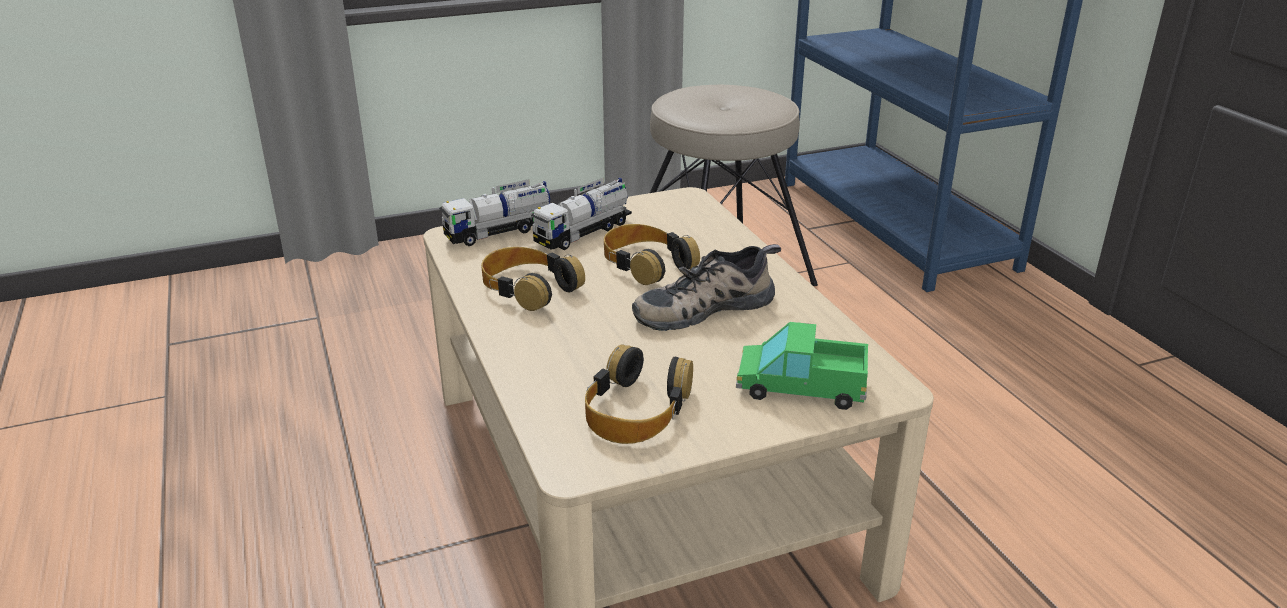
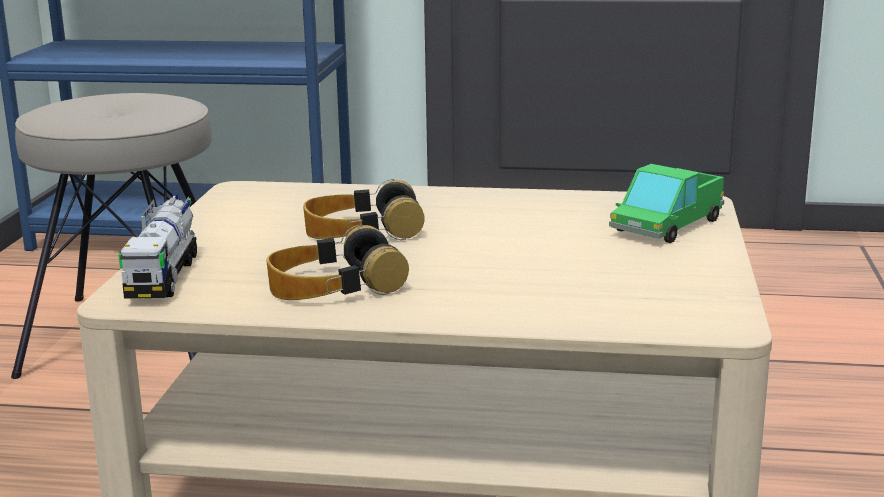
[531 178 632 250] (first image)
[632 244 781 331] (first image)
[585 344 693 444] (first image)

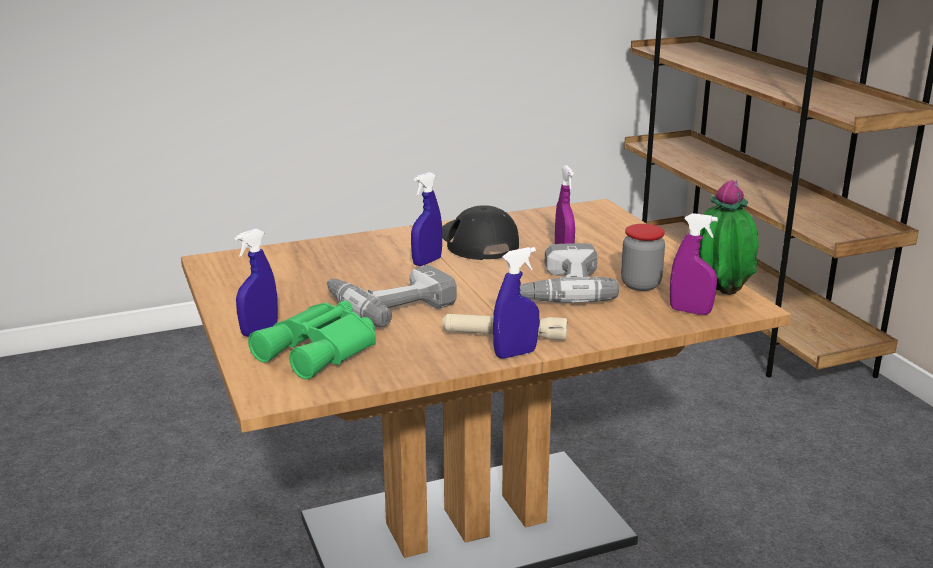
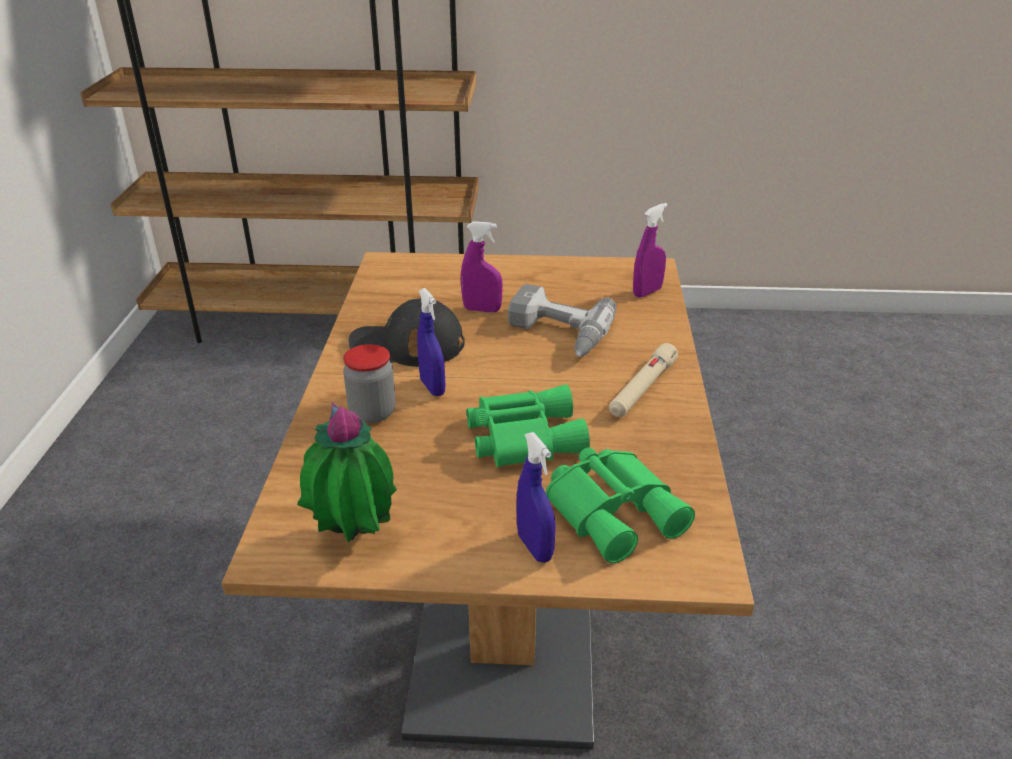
[297 402 397 543]
[343 344 396 423]
[493 247 539 358] (first image)
[467 385 590 468]

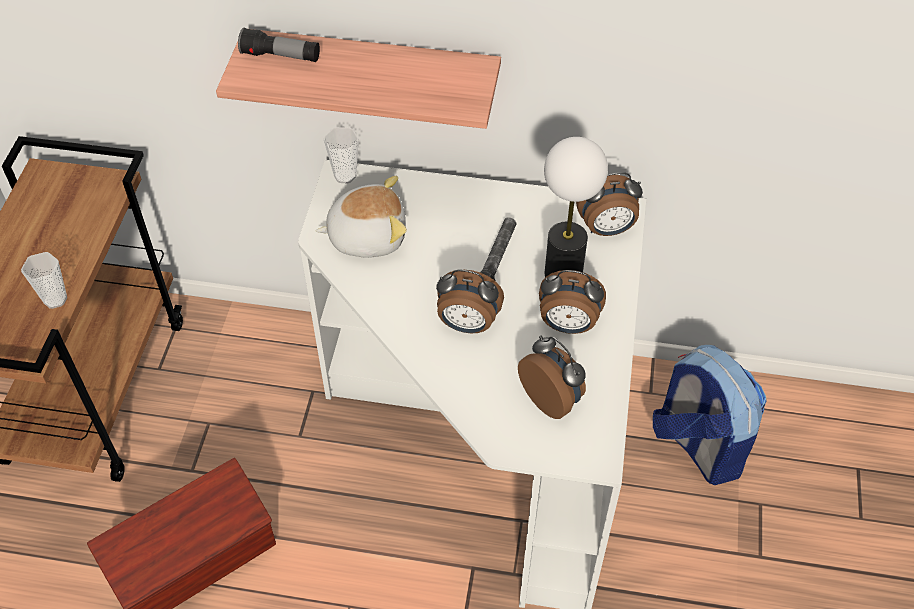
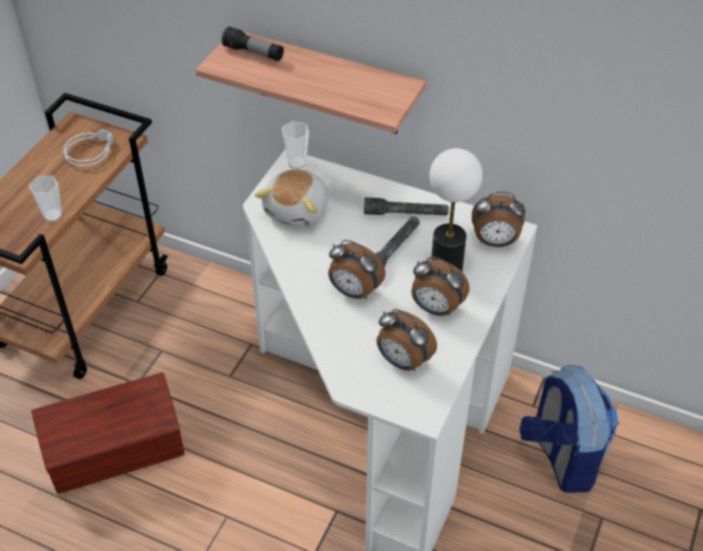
[255 169 328 227]
[376 309 437 371]
[64 129 113 167]
[364 197 449 215]

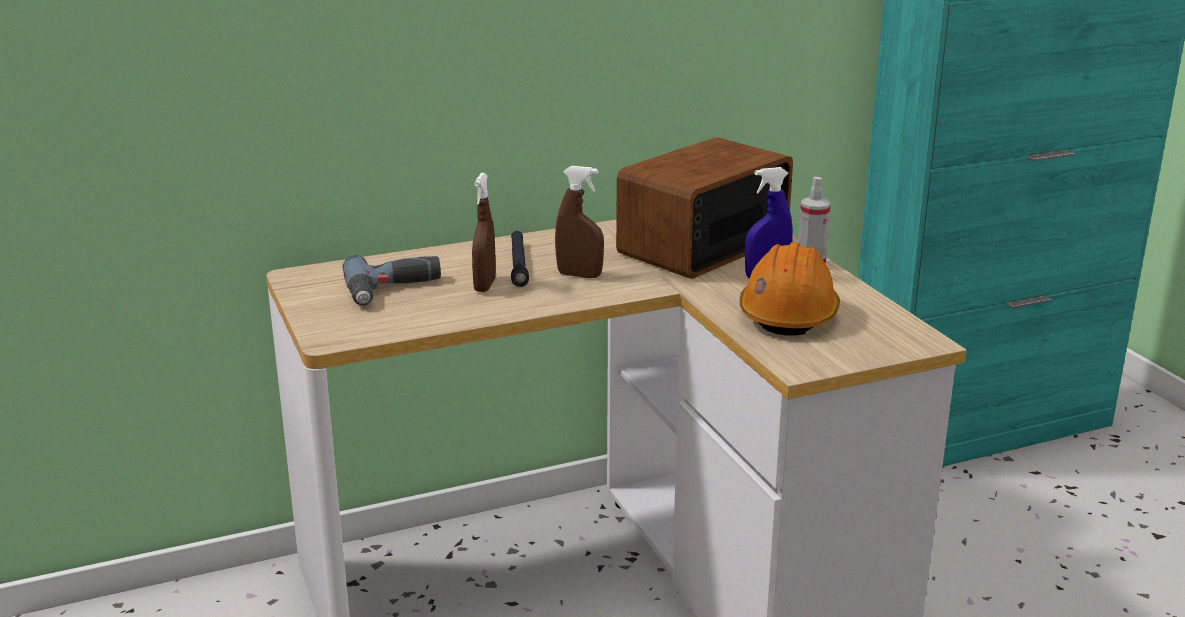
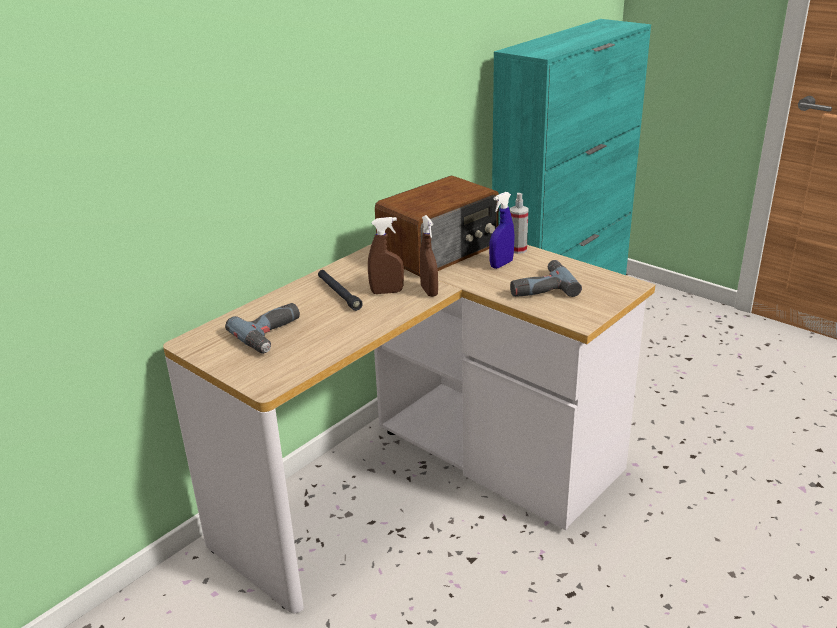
[375 176 499 276]
[420 215 438 297]
[510 260 582 297]

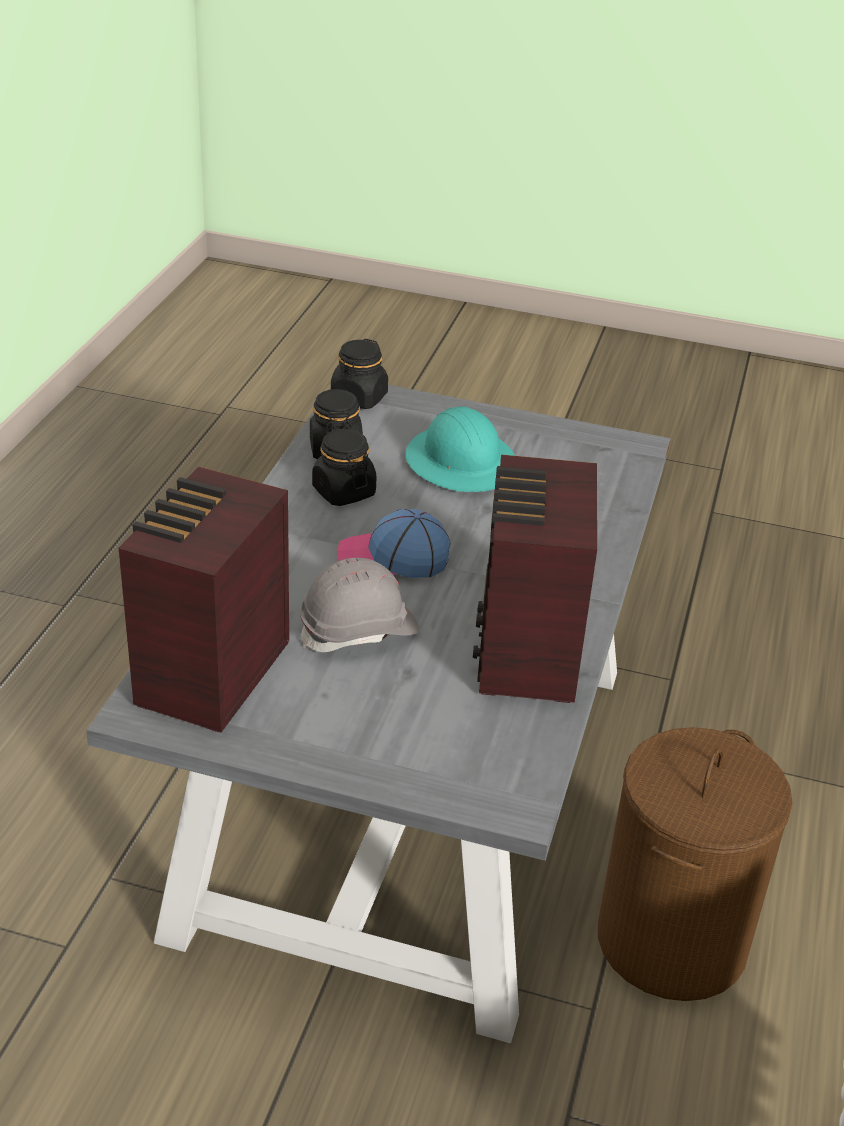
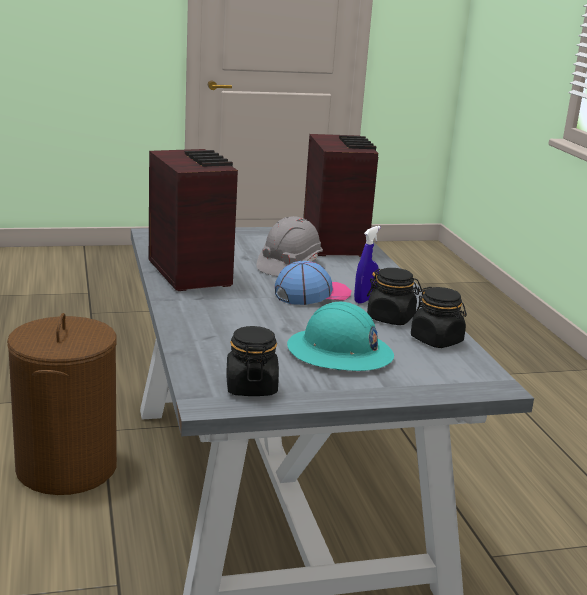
[226 326 279 396]
[354 226 380 304]

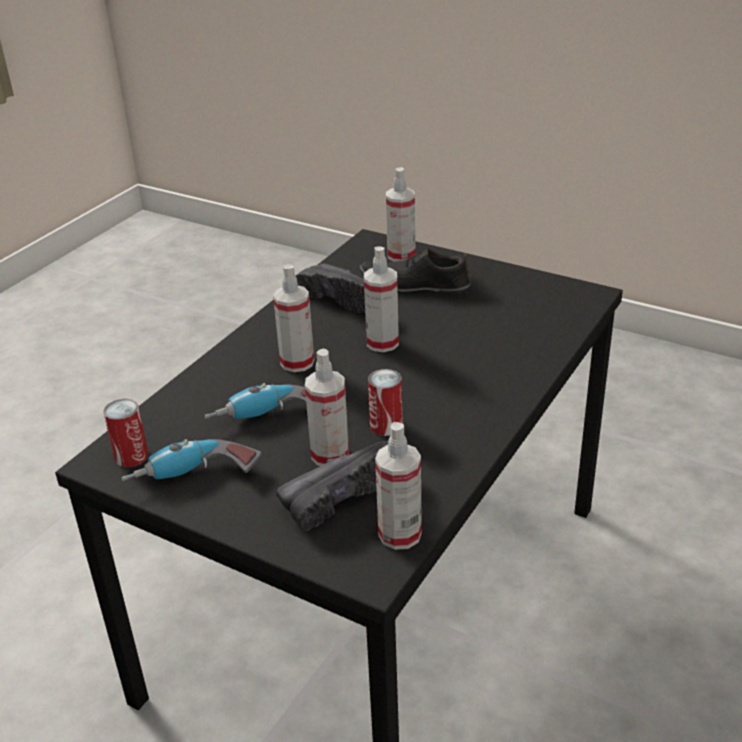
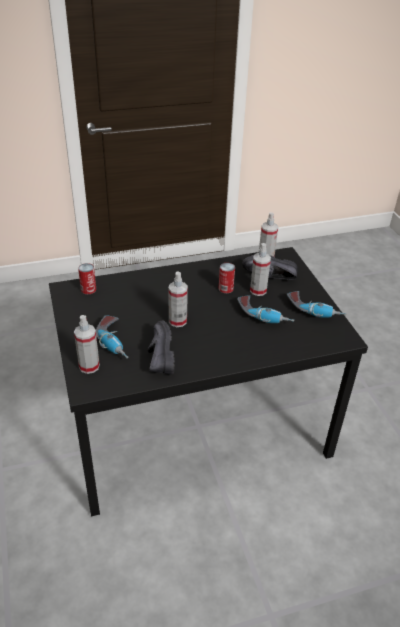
[96 315 128 358]
[273 264 314 372] (first image)
[78 263 96 294]

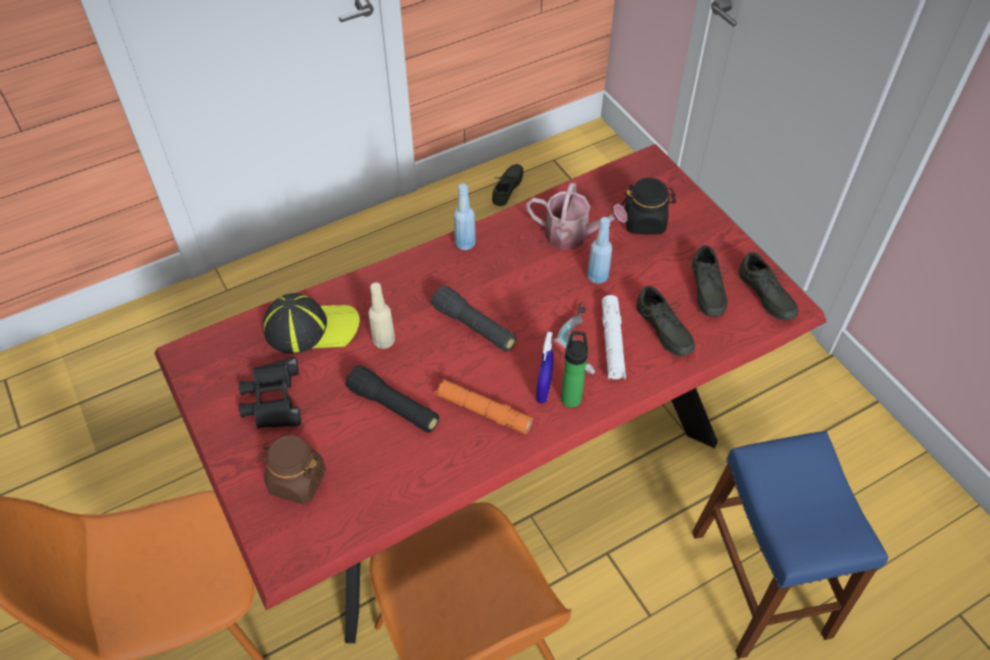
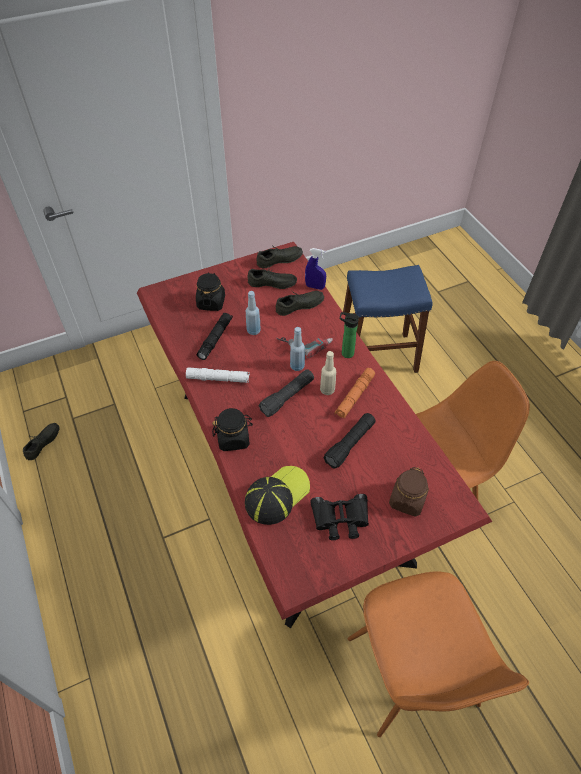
[23 423 59 460]
[197 312 233 360]
[290 327 305 371]
[320 351 336 395]
[245 466 310 525]
[186 367 250 383]
[305 248 326 290]
[212 408 253 451]

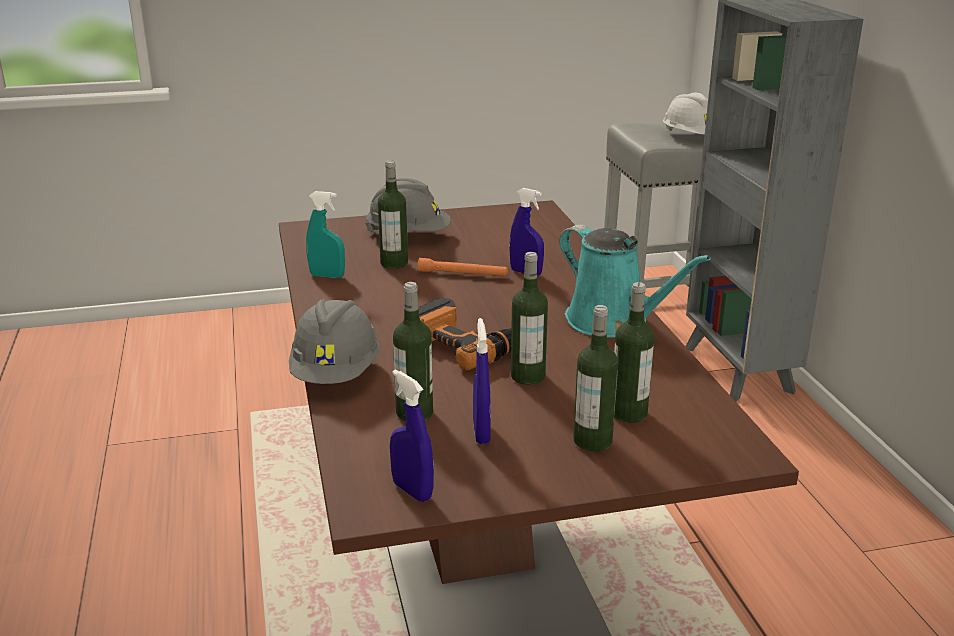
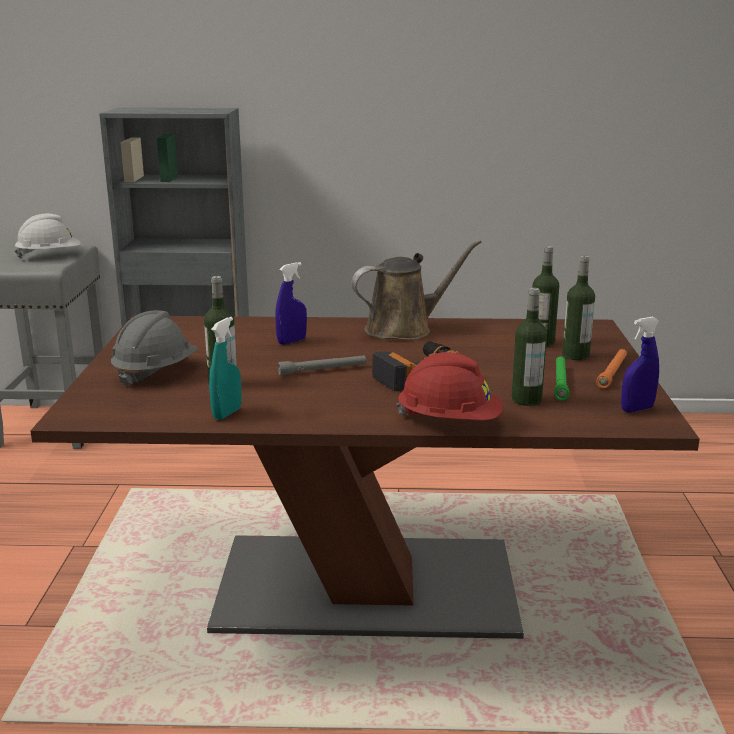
[351 240 481 340]
[511 252 548 385] (first image)
[596 349 627 389]
[396 352 503 421]
[554 357 569 401]
[278 355 367 375]

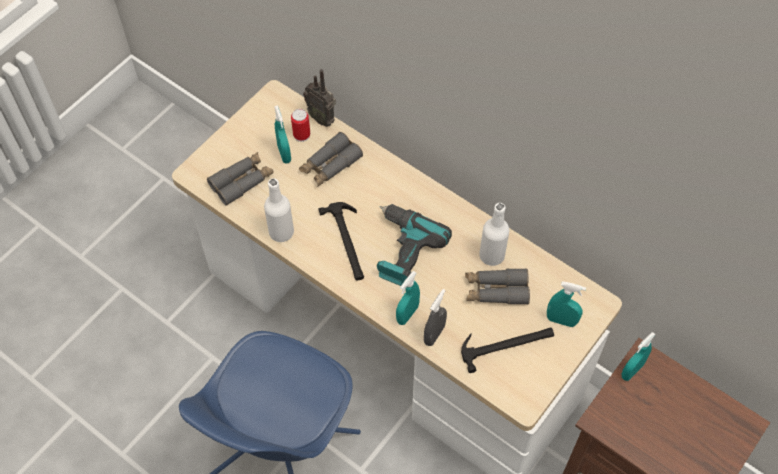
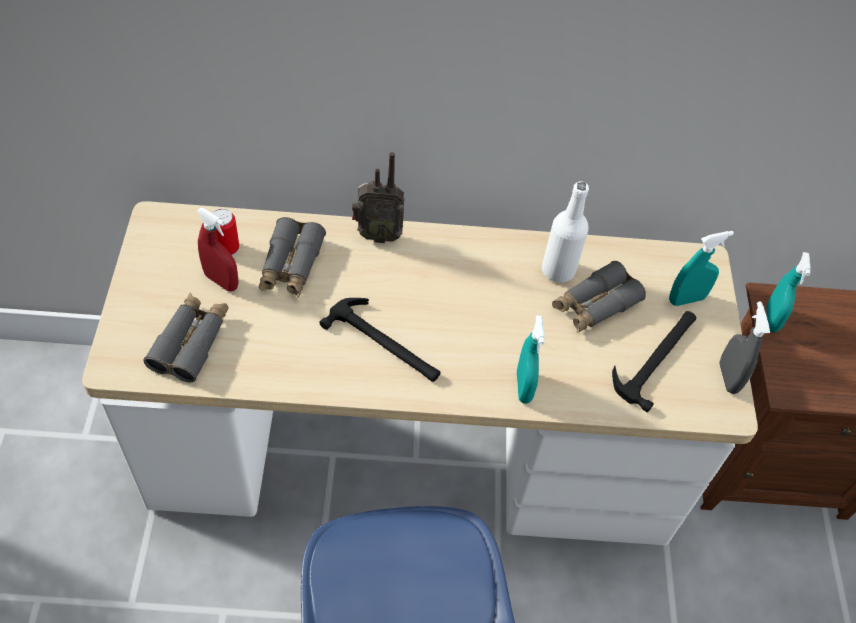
[352 152 405 243]
[197 208 238 291]
[264 178 294 242] (first image)
[377 204 452 286] (first image)
[719 301 770 394]

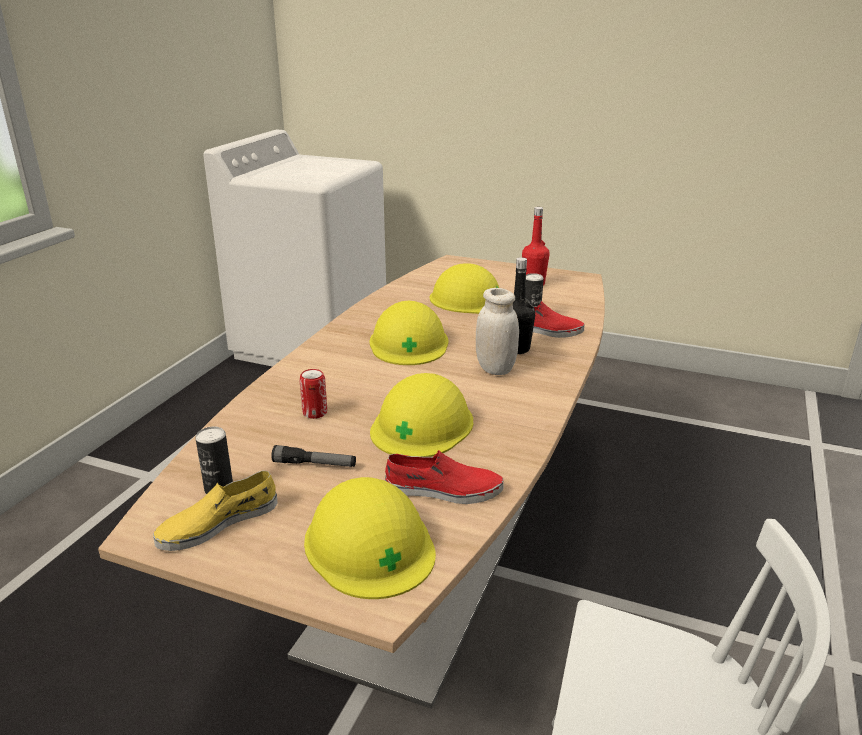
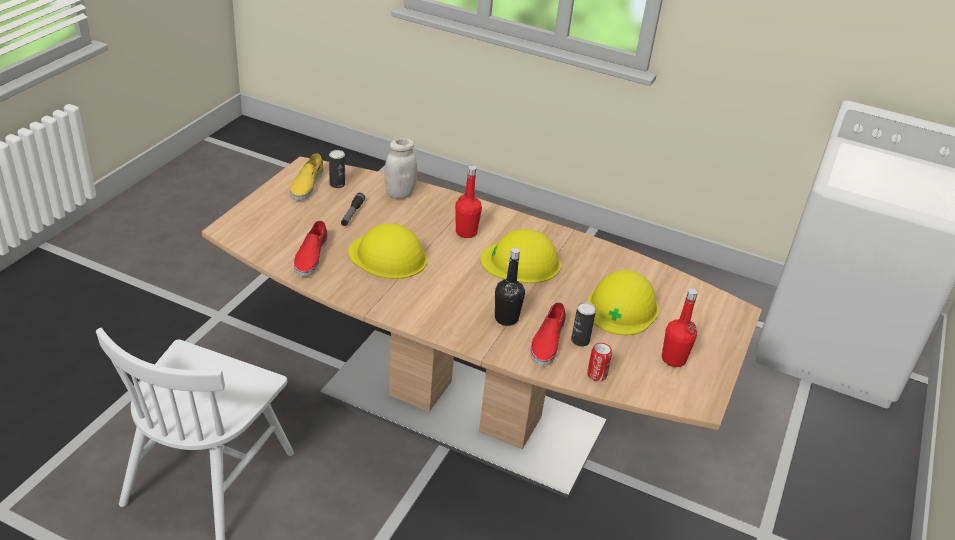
[385 138 417 199]
[587 343 612 381]
[290 153 323 201]
[304 477 436 599] (first image)
[455 166 482 238]

